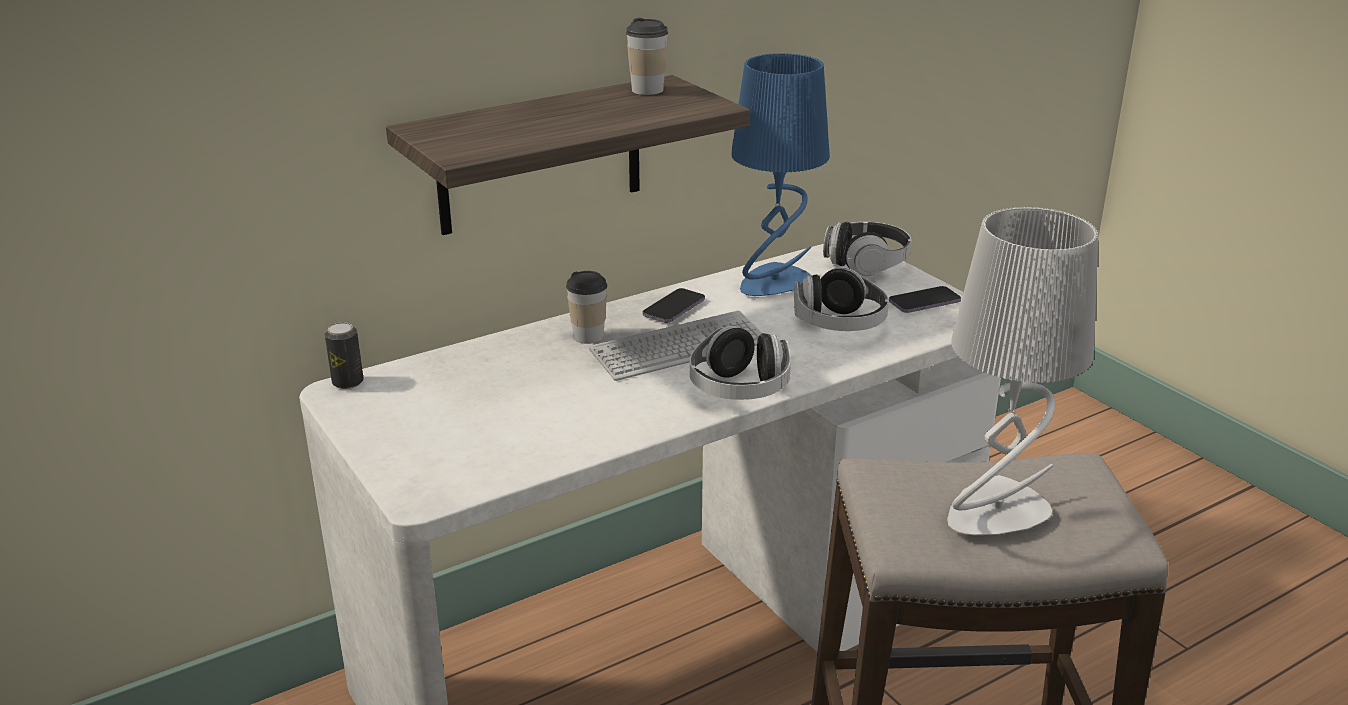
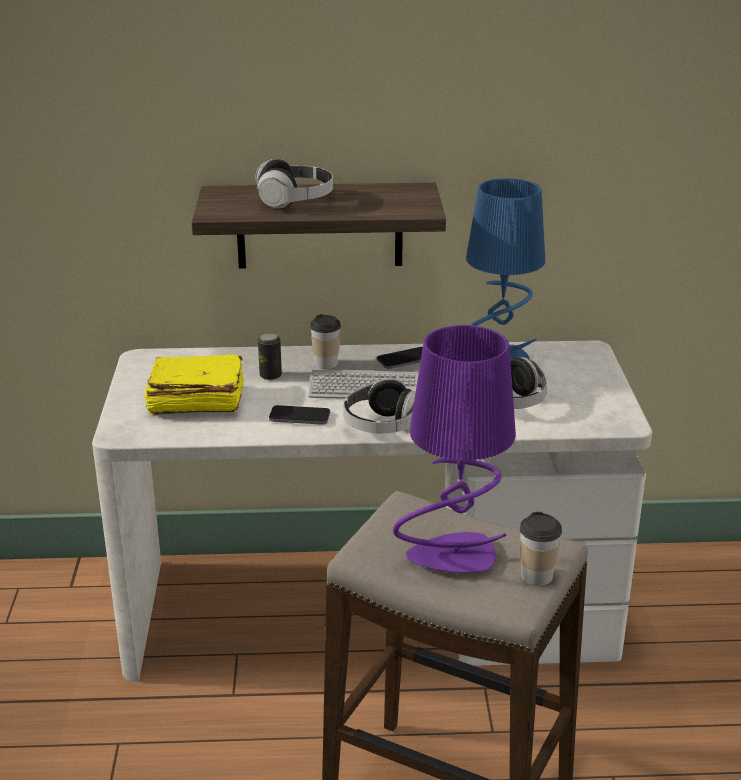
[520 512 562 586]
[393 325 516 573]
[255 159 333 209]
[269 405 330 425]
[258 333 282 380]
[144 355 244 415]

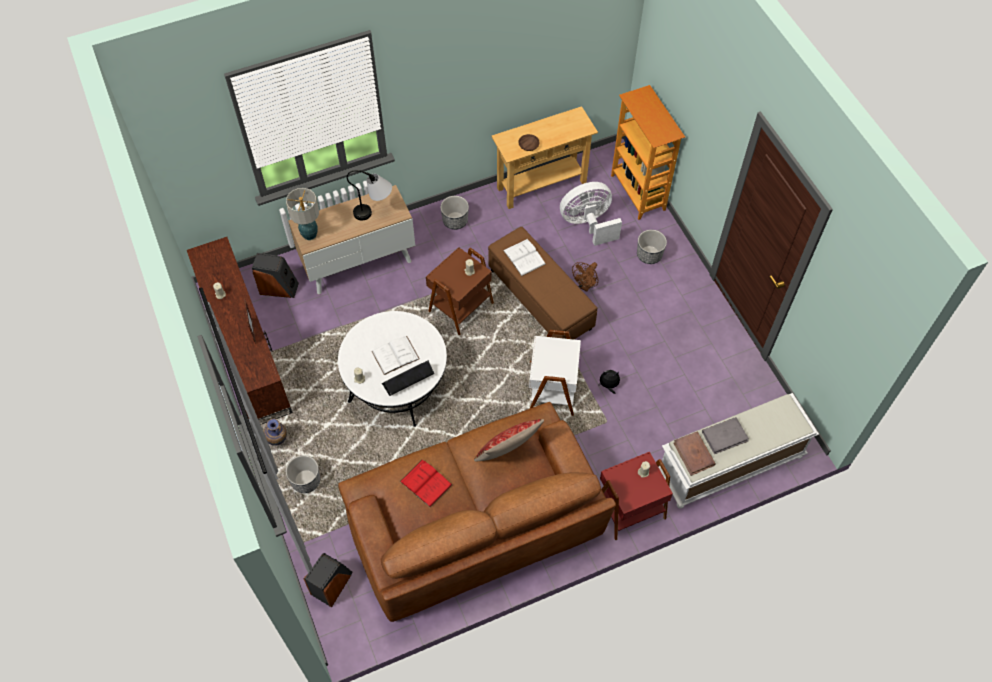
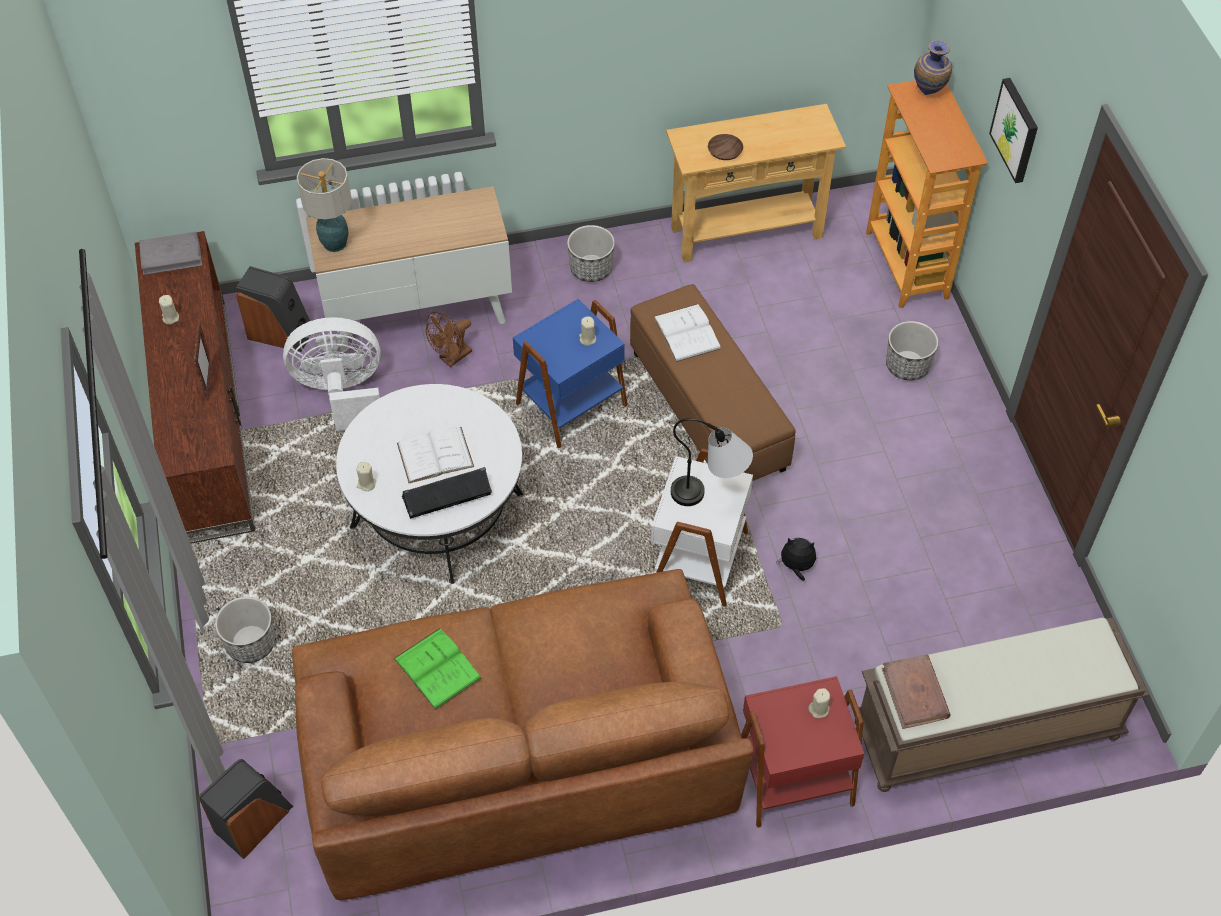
[671 418 753 506]
[283 317 381 431]
[513 299 627 448]
[426 312 472 367]
[855 617 1149 792]
[139 231 202 275]
[914 40 952 95]
[474 419 544 462] (first image)
[393 628 482 710]
[989 78 1038 183]

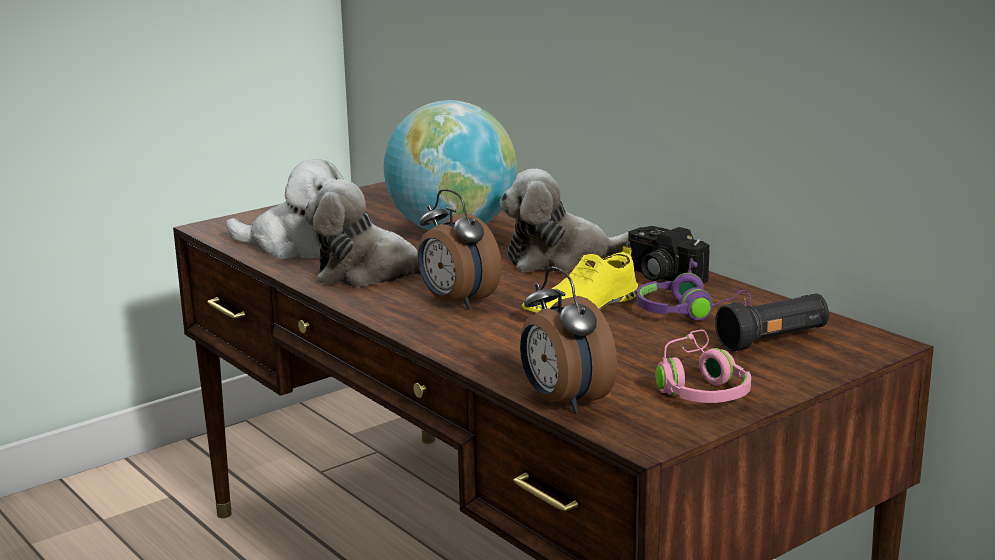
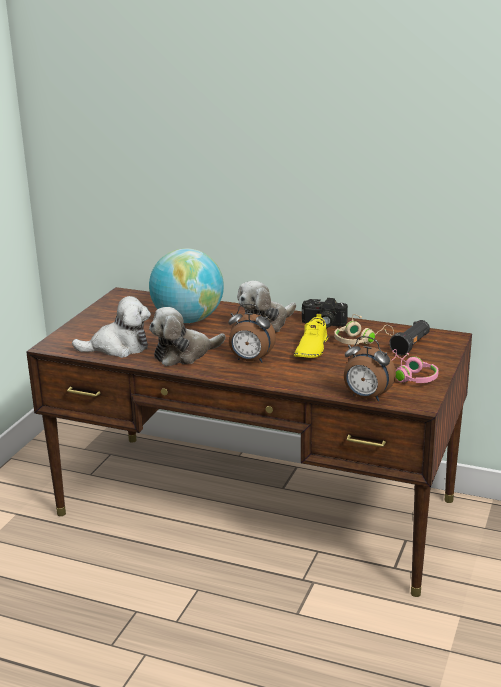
[334 314 394 345]

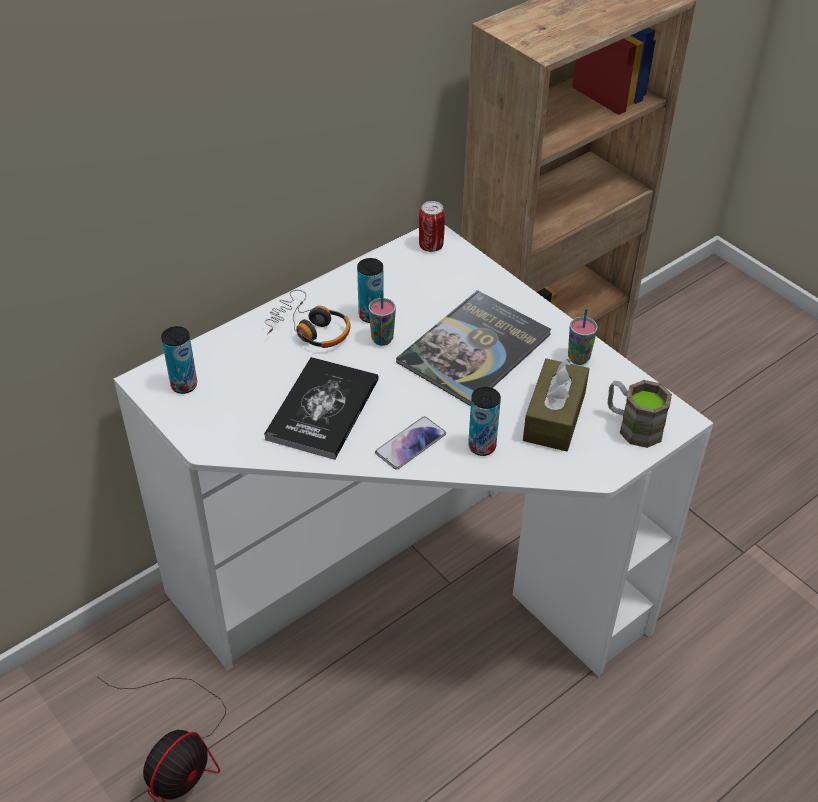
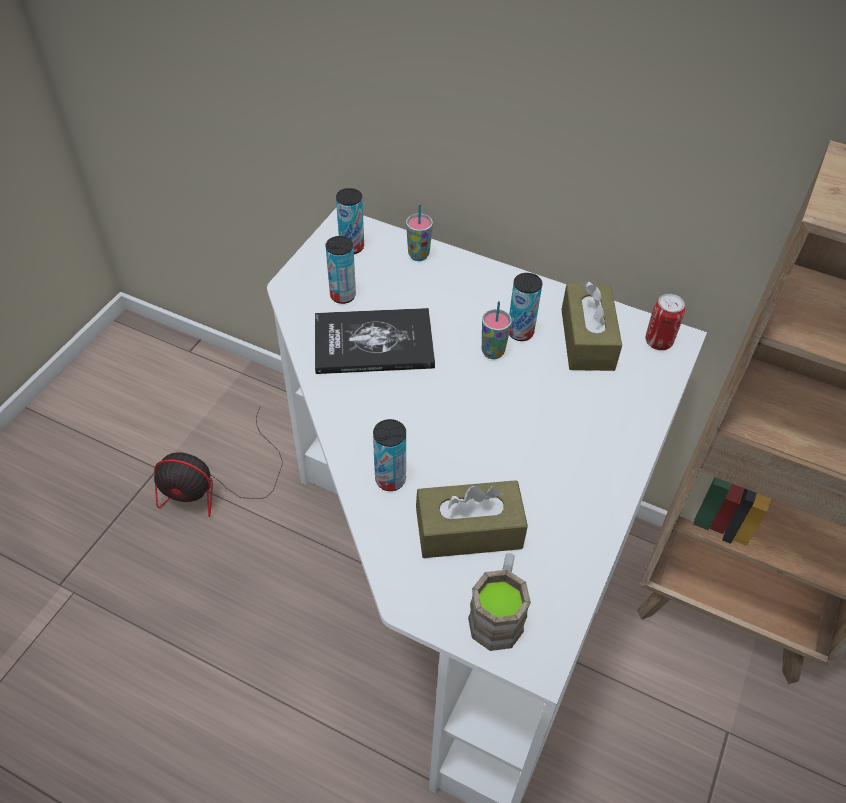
[265 290 351 348] (first image)
[396 290 552 406] (first image)
[406 204 433 261]
[375 416 446 470] (first image)
[326 236 356 304]
[561 281 622 371]

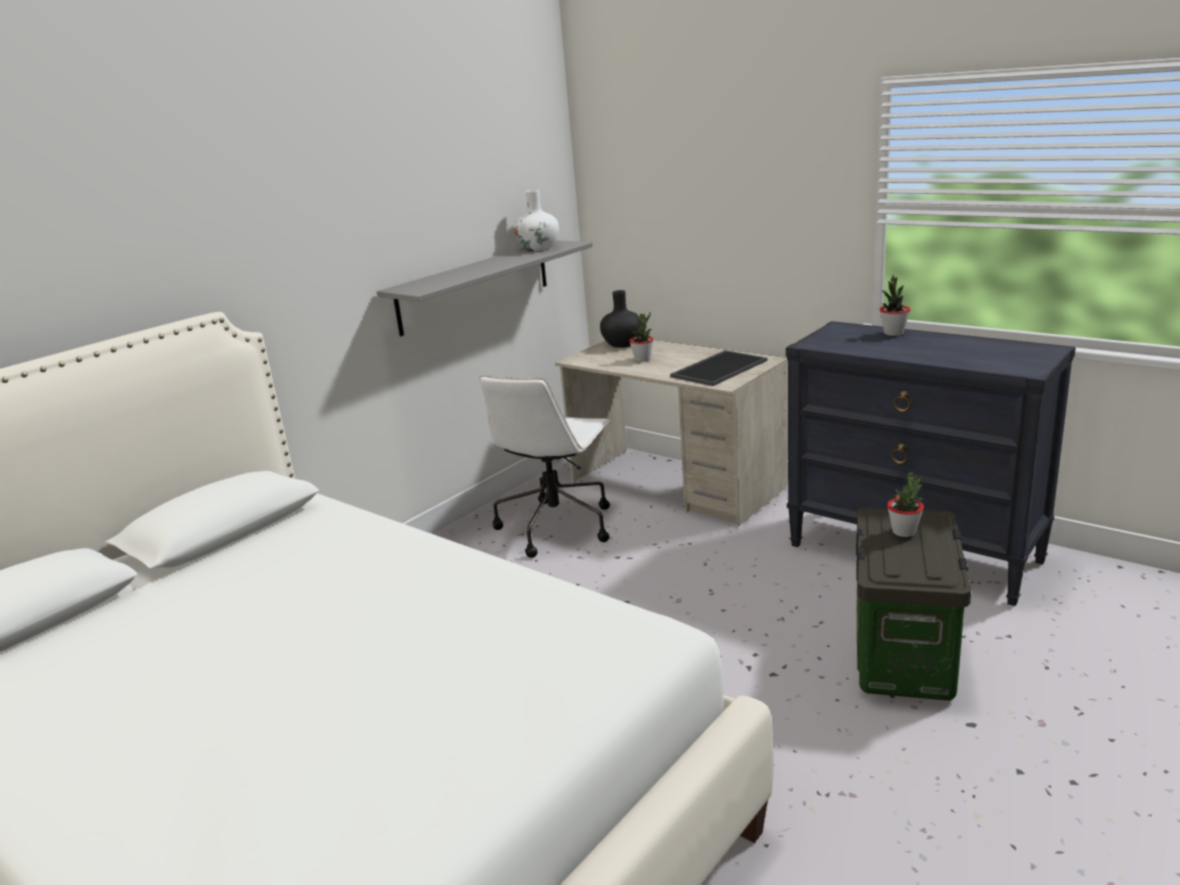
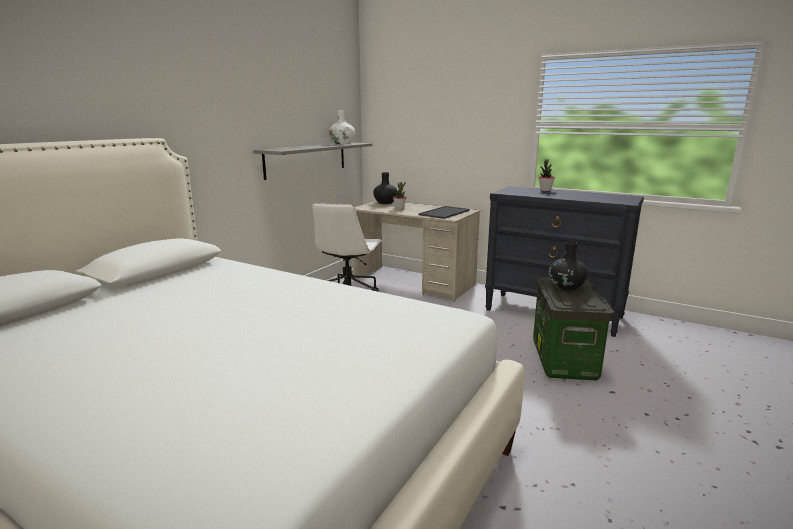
[549 242 588 290]

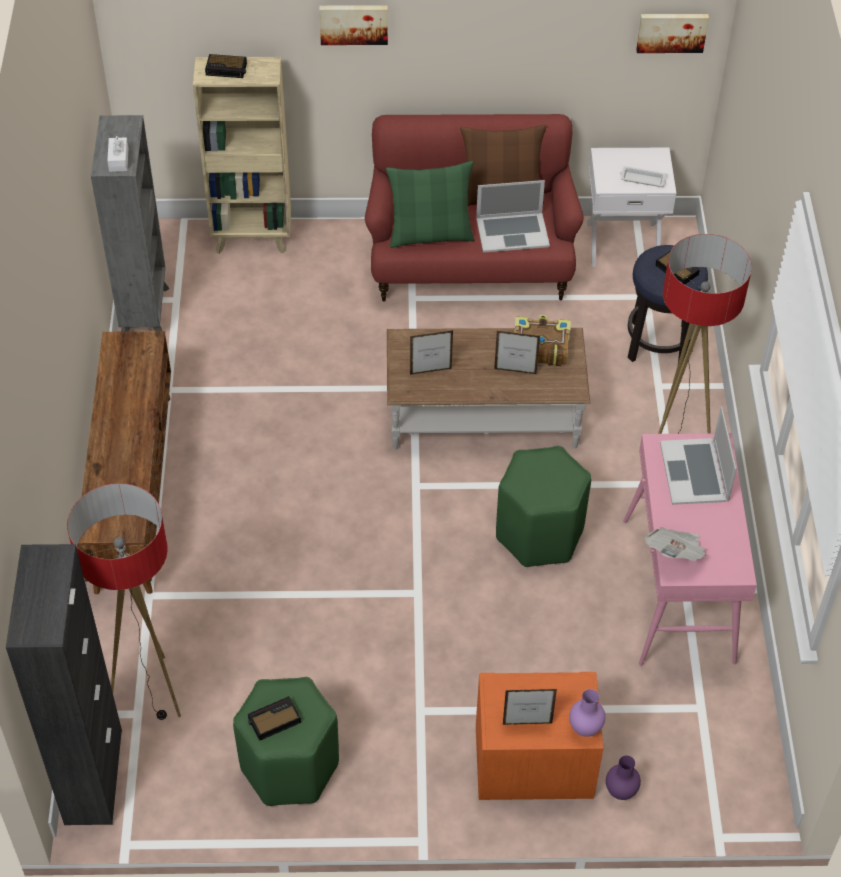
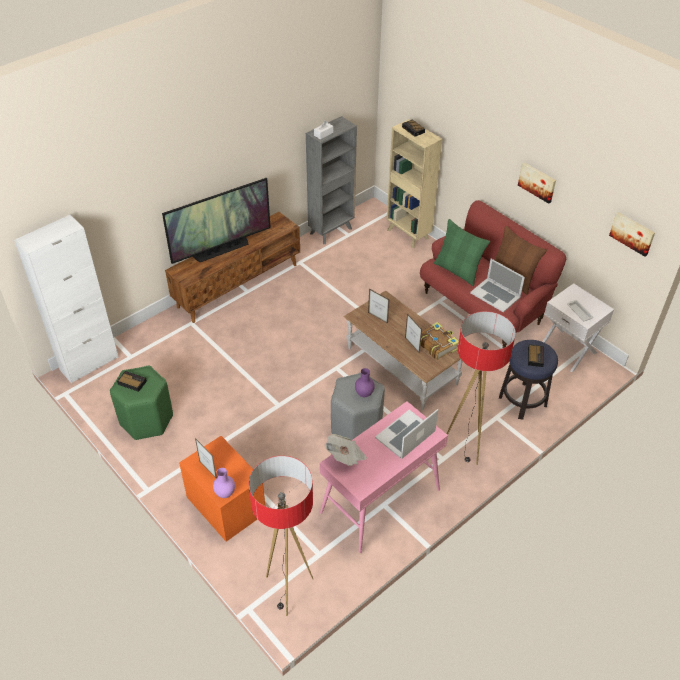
[518 162 556 204]
[331 373 385 440]
[249 456 313 616]
[14 215 119 384]
[355 368 375 397]
[162 178 271 264]

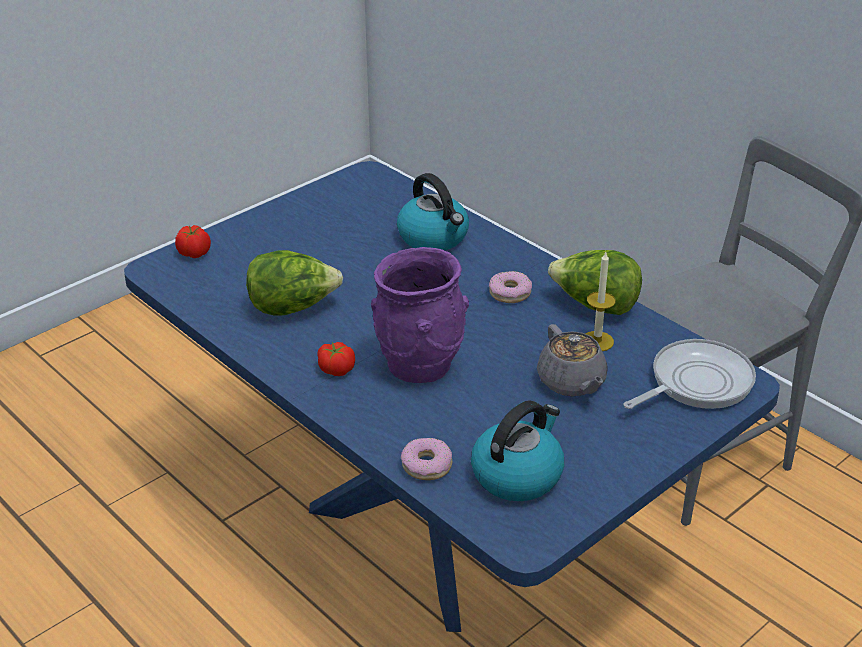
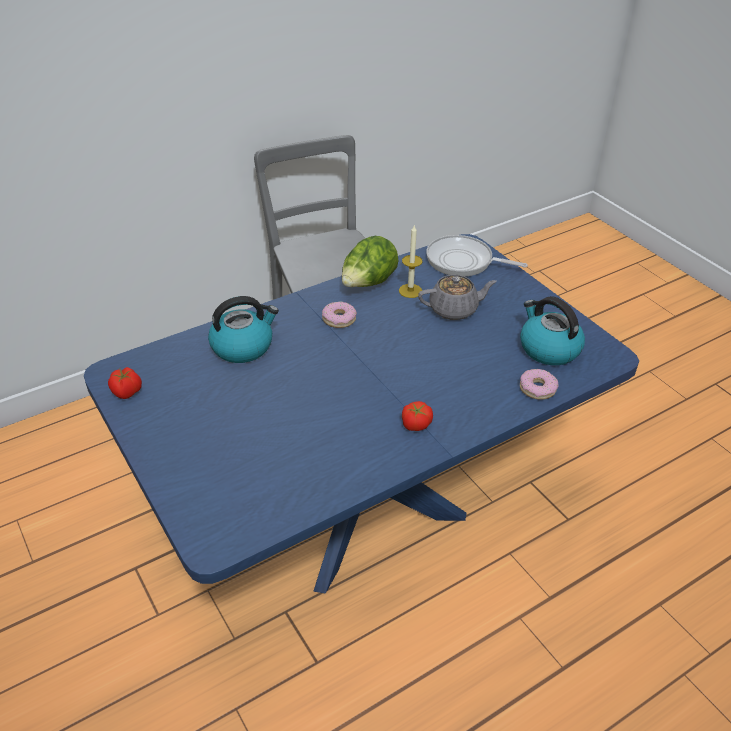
[108 367 142 399]
[371 247 469 383] (first image)
[246 250 343 316] (first image)
[426 235 528 277]

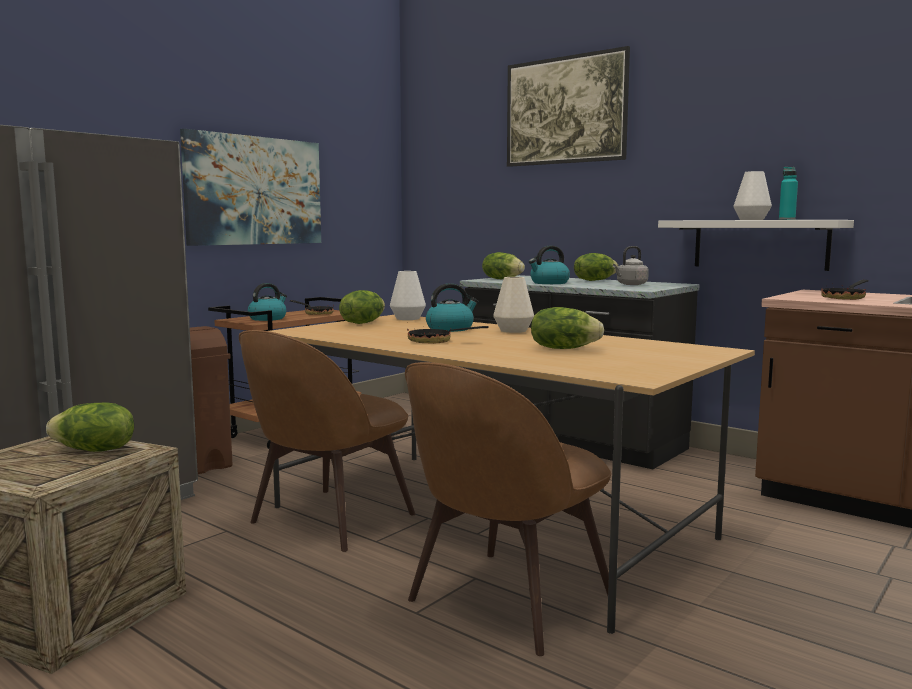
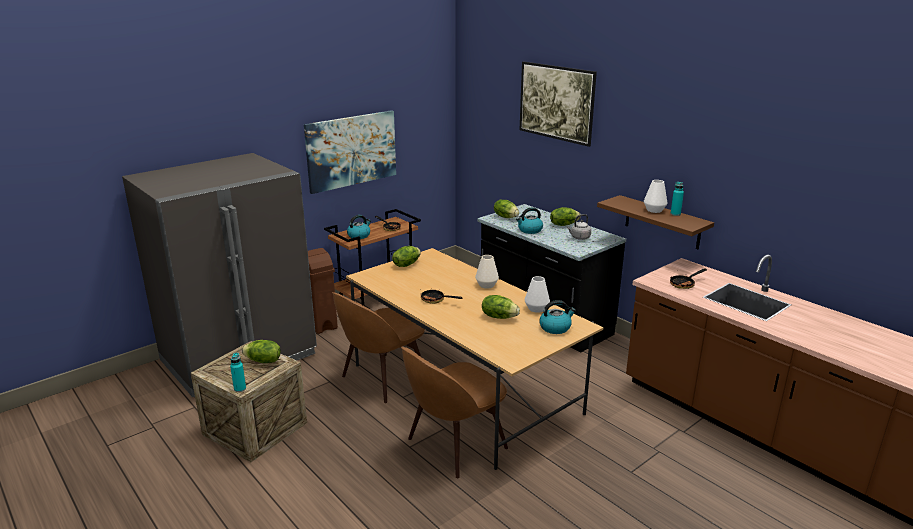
[597 195 714 249]
[525 276 550 313]
[539 300 576 334]
[230 353 246 392]

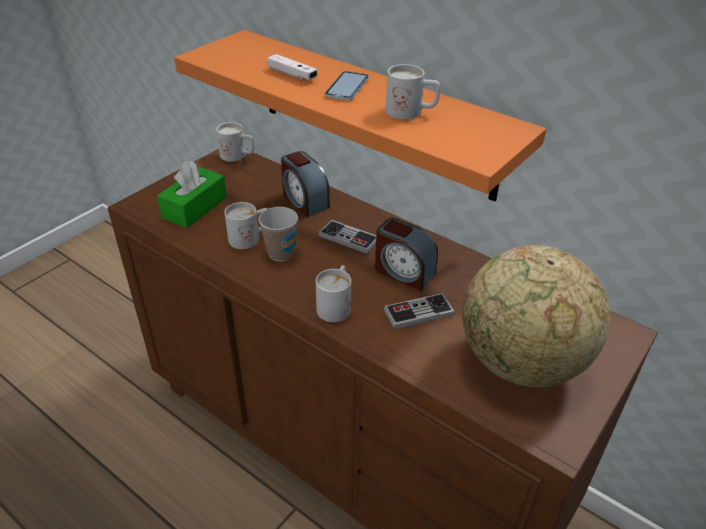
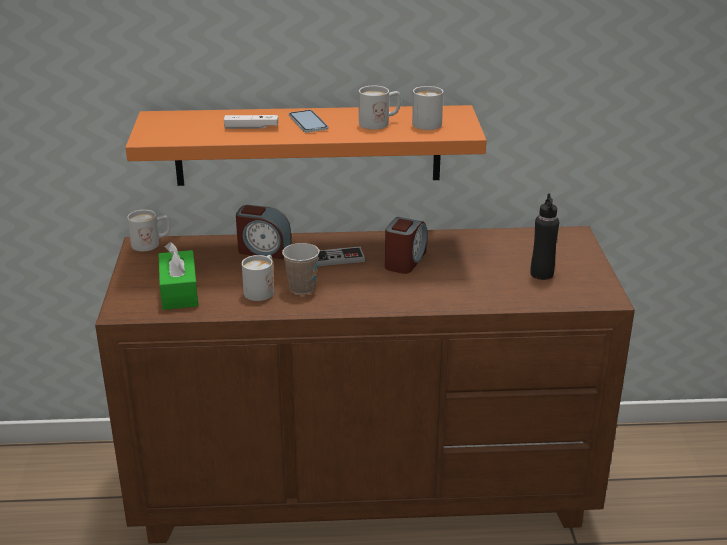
[385 217 427 274]
[530 193 559 280]
[412 86 443 130]
[384 293 455 329] (first image)

